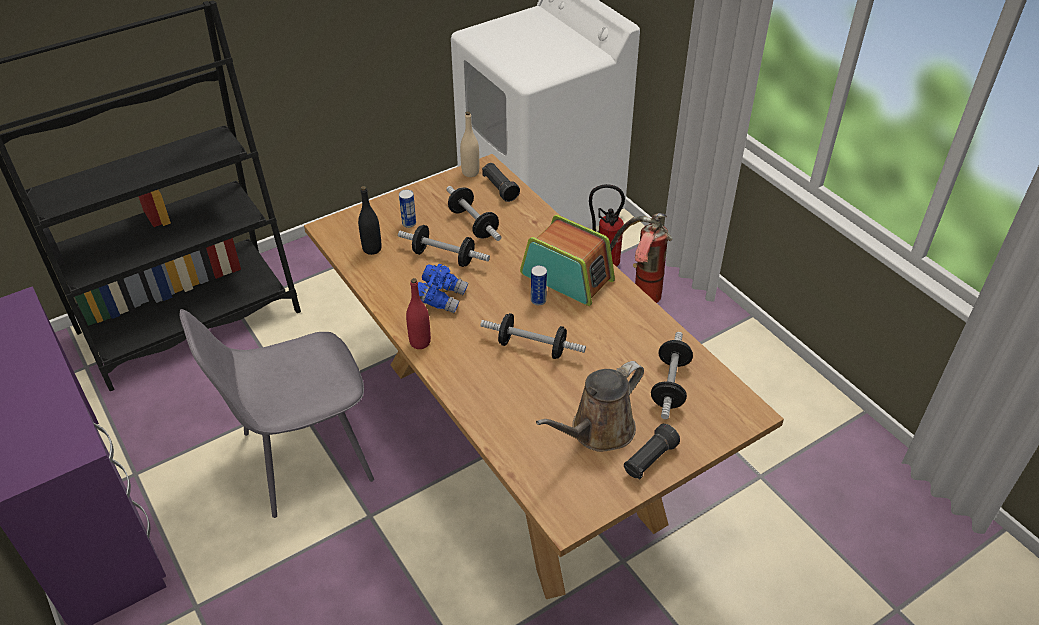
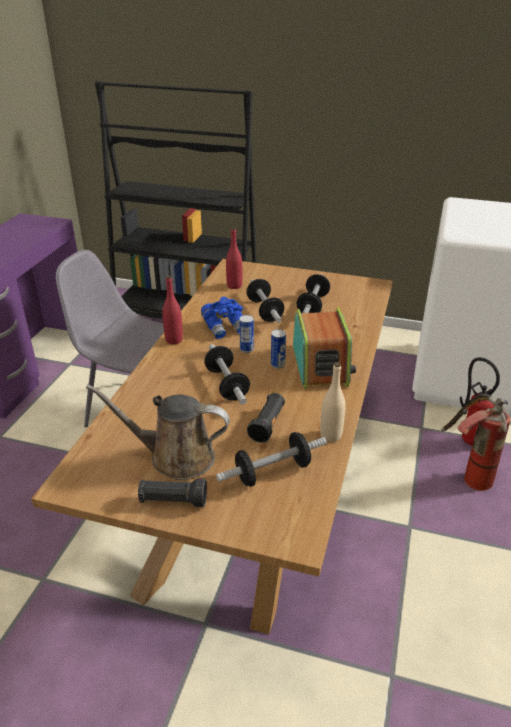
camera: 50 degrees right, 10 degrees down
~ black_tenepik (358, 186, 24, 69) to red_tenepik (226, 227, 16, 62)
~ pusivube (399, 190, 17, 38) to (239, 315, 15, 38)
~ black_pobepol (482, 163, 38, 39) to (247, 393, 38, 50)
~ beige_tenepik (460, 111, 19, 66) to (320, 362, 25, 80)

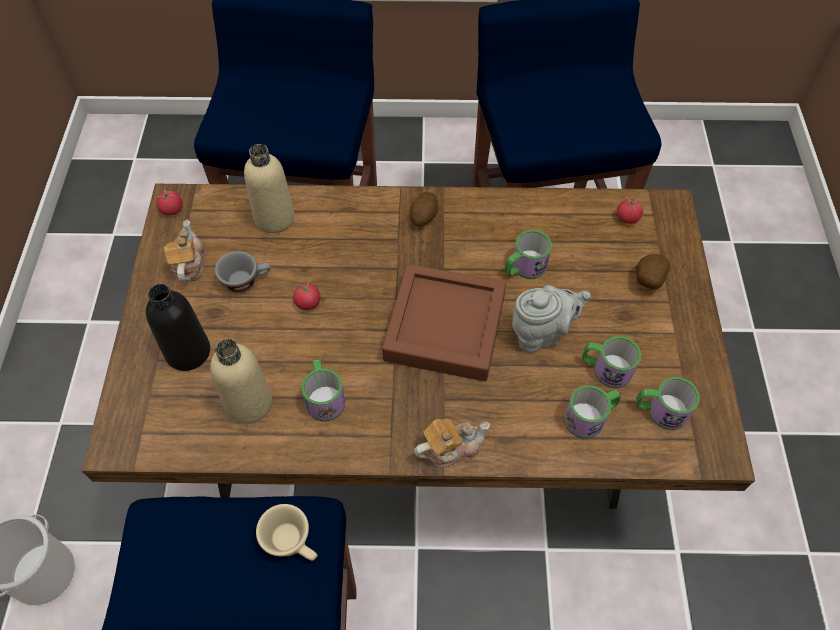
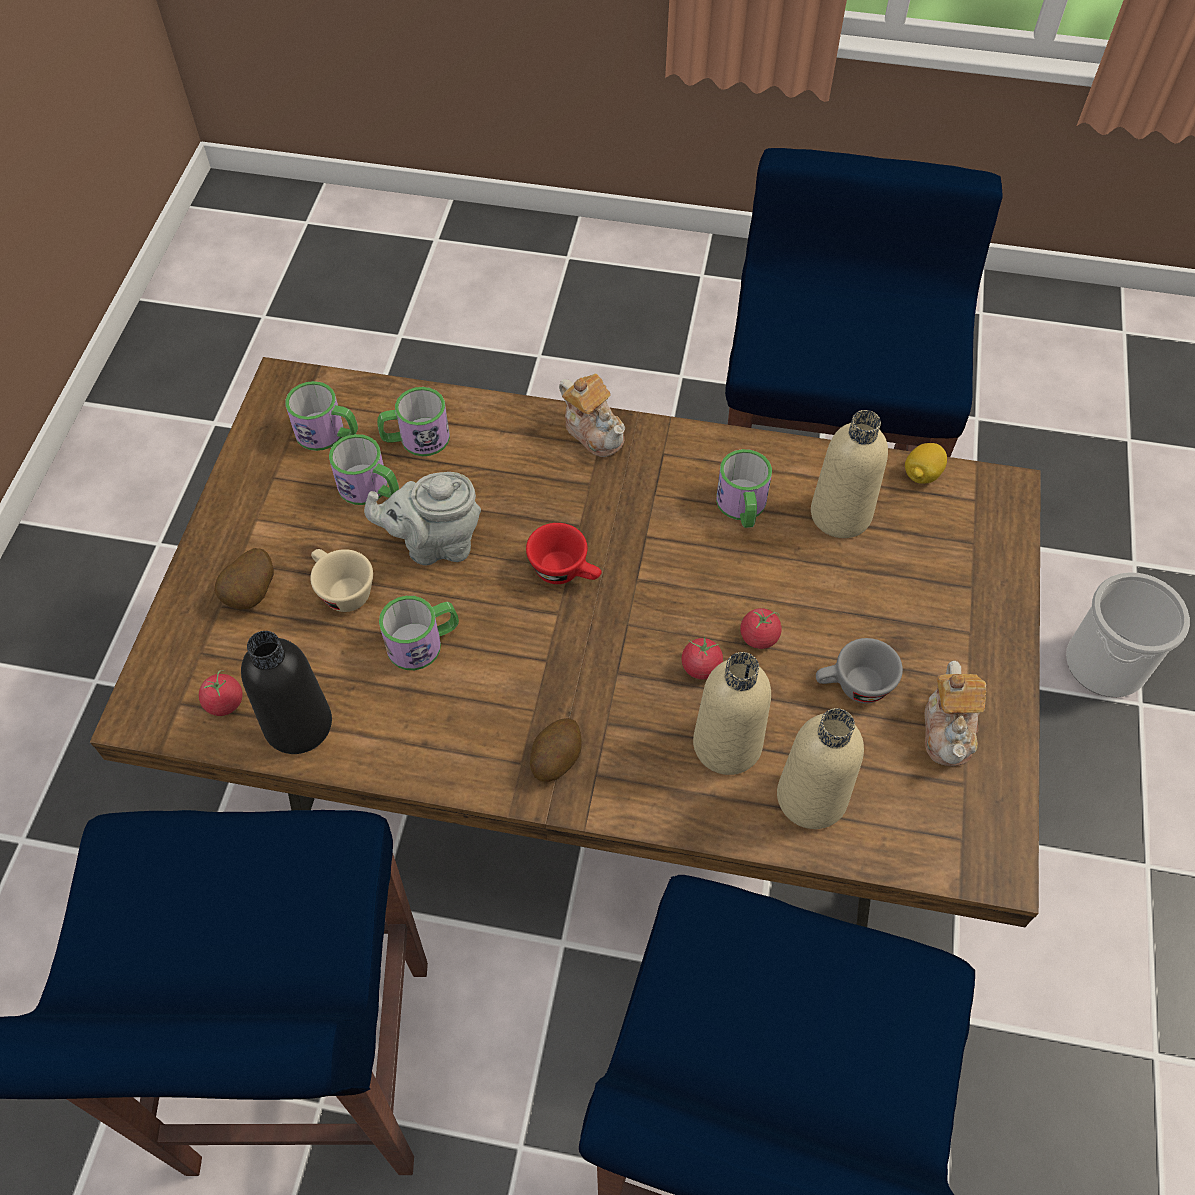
camera: 170 degrees left, 0 degrees up
~ black_tenepik (146, 284, 64, 87) to (241, 631, 91, 123)
~ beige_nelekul (256, 504, 62, 57) to (310, 549, 63, 63)
~ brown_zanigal (382, 264, 124, 117) to red_nelekul (526, 523, 76, 61)
~ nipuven (414, 419, 76, 49) = (559, 374, 66, 83) 120 degrees counterclockwise
~ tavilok (156, 189, 27, 27) to (682, 636, 41, 43)
+ beige_tenepik (693, 652, 78, 123)
+ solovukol (905, 443, 42, 41)

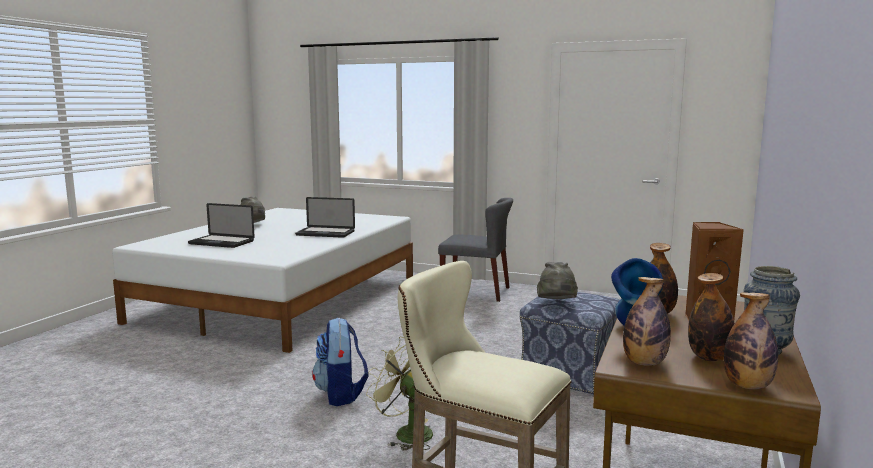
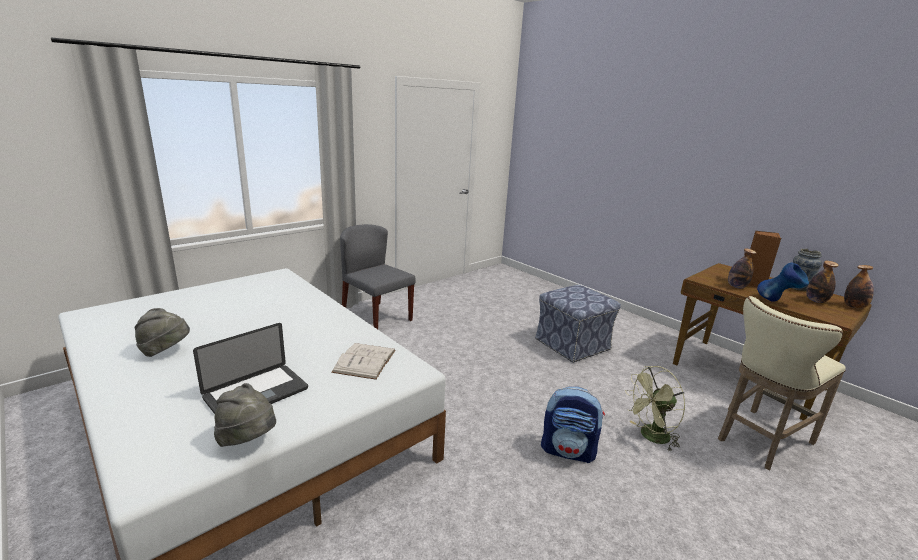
camera: 65 degrees left, 10 degrees up
~ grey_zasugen (537, 262, 41, 37) to (214, 383, 62, 64)
+ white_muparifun (331, 343, 64, 37)
~ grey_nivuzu (438, 198, 75, 104) = (340, 224, 76, 105) 90 degrees counterclockwise
- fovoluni (295, 197, 60, 41)
- tenepik (623, 277, 48, 89)

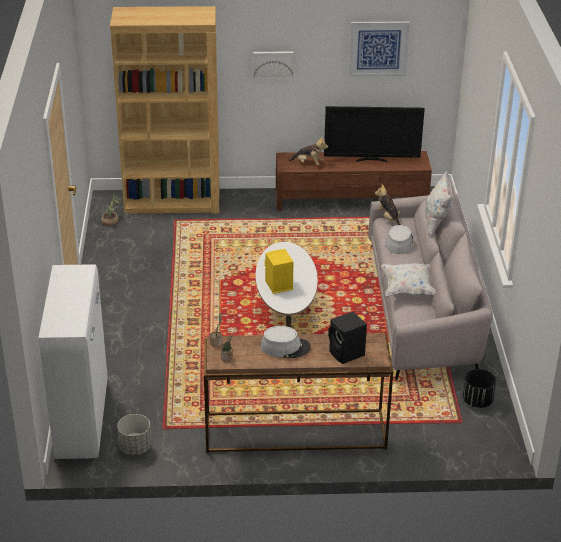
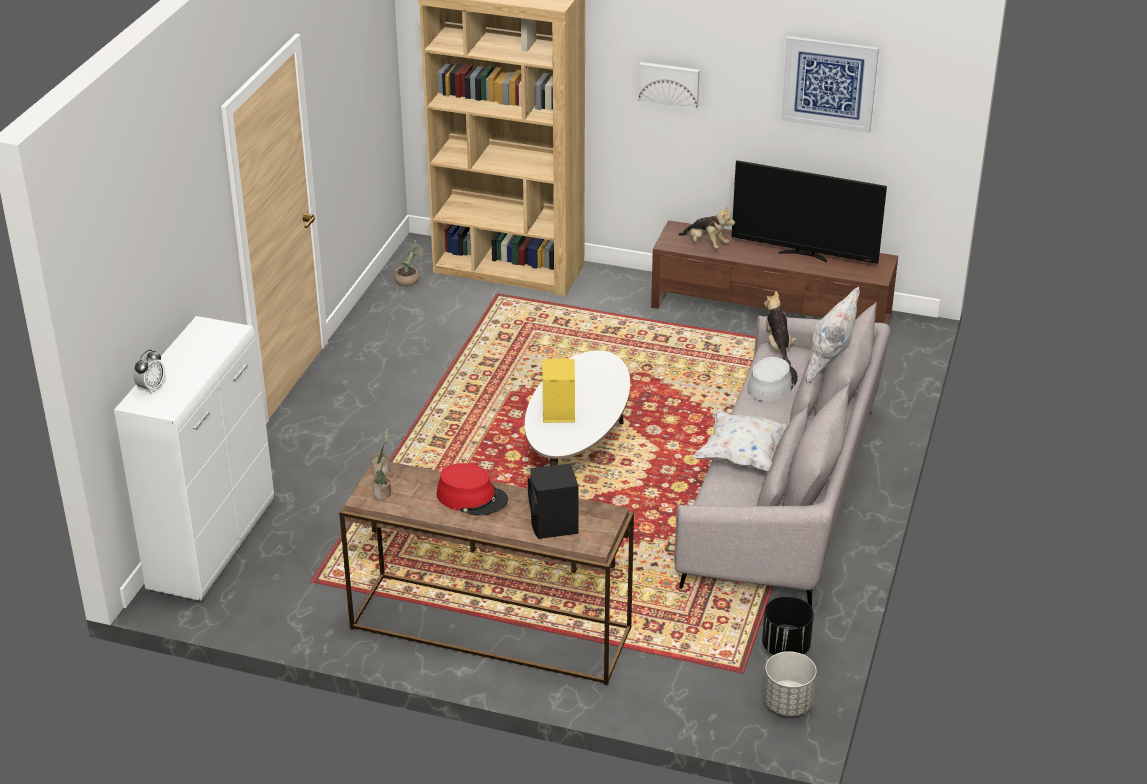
camera: 20 degrees right, 0 degrees up
+ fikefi (133, 350, 32, 44)
~ grey_zasugen (260, 326, 51, 32) to red_zasugen (437, 463, 71, 53)
~ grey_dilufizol (117, 414, 34, 41) to (763, 651, 54, 65)

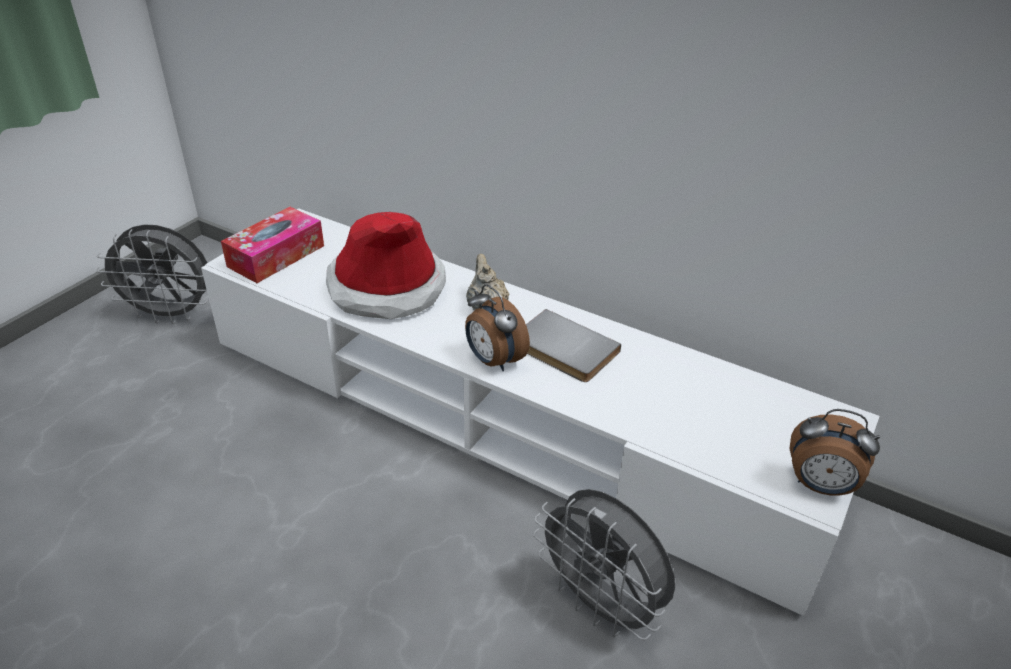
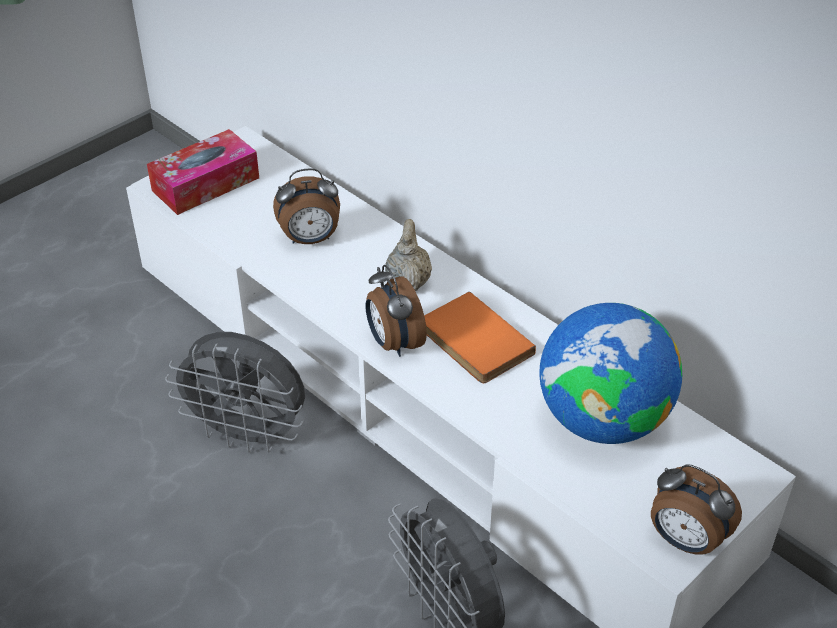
camera: 15 degrees right, 5 degrees up
~ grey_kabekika (96, 224, 112, 100) to (165, 332, 140, 120)
~ zasugen (326, 212, 120, 107) to fikefi (273, 169, 67, 75)
~ grey_muparifun (526, 309, 95, 73) to orange_muparifun (424, 292, 112, 91)
+ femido (540, 303, 142, 141)

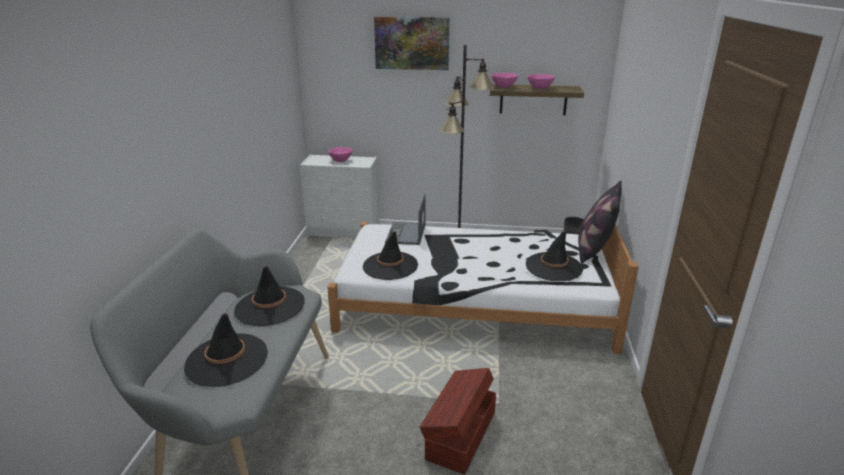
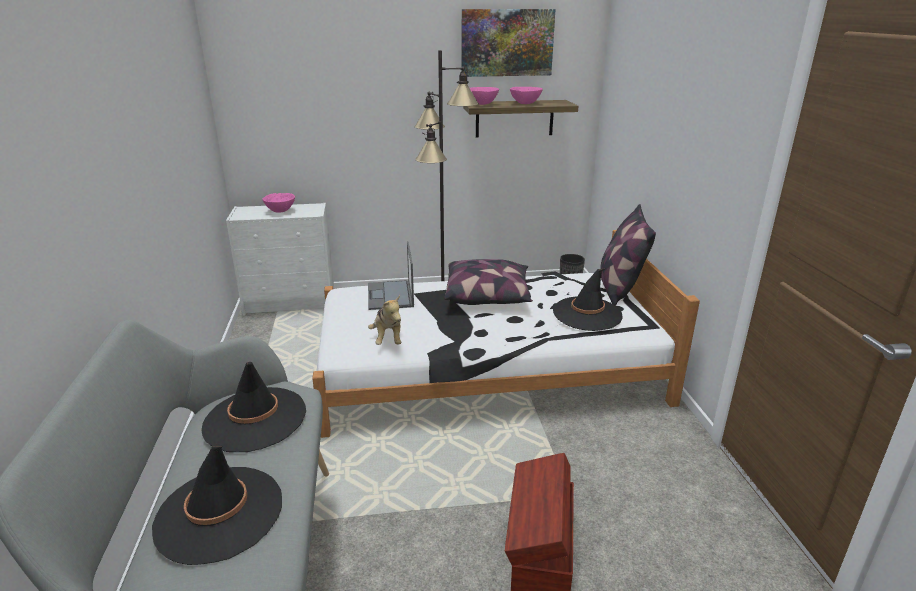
camera: 15 degrees left, 0 degrees up
~ black_zasugen (363, 231, 55, 49) to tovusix (368, 295, 33, 50)
+ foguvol (444, 259, 89, 46)
~ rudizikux (374, 17, 76, 53) to (462, 9, 94, 68)

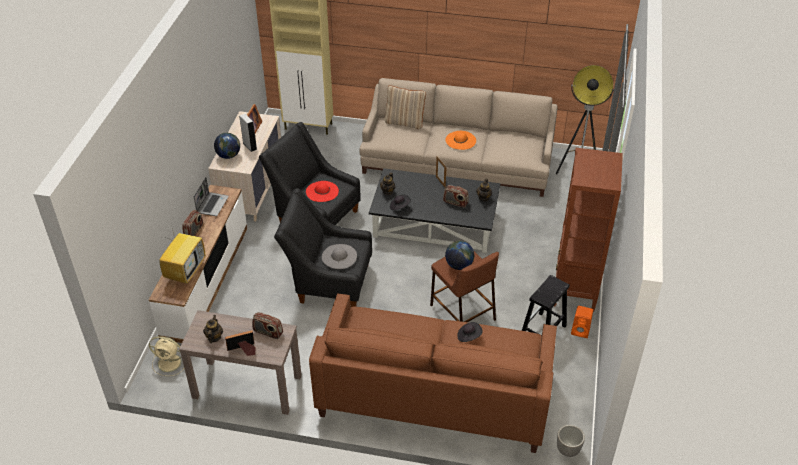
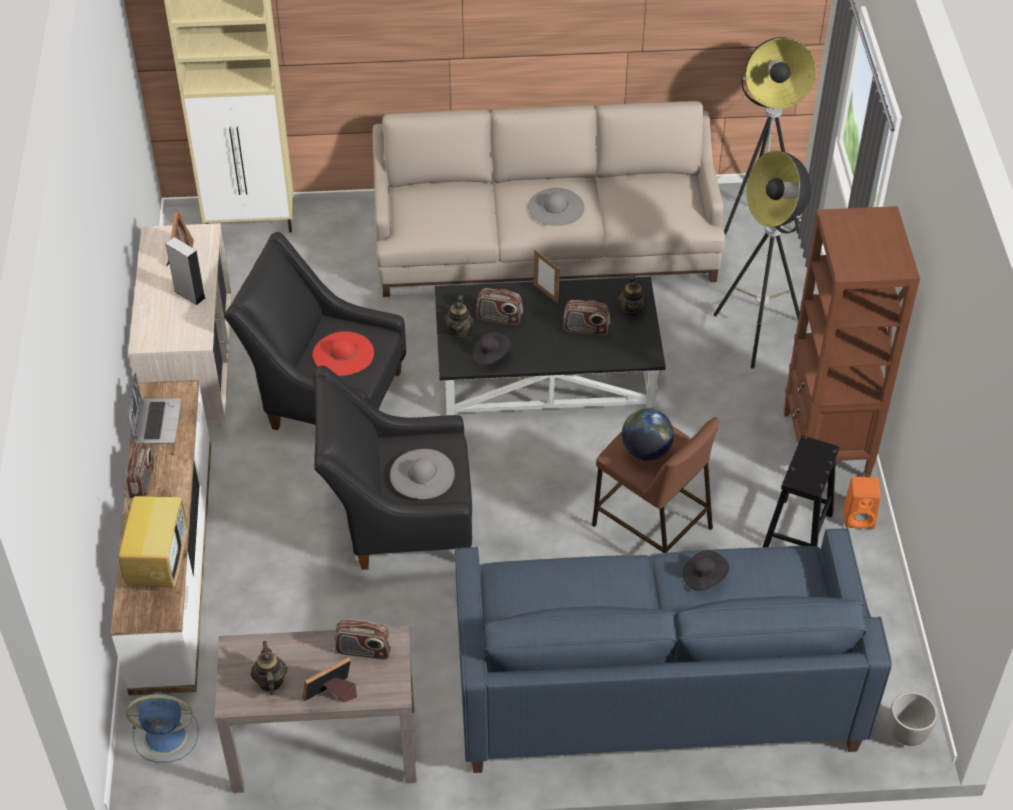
camera: 15 degrees left, 5 degrees up
~ beige_kabekika (149, 336, 35, 40) to blue_kabekika (126, 692, 72, 71)
~ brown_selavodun (309, 293, 248, 160) to blue_selavodun (455, 528, 437, 245)
+ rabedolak (476, 288, 47, 37)
~ orange_zasugen (446, 131, 30, 19) to grey_zasugen (528, 188, 56, 38)
+ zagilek (713, 150, 98, 219)
- femido (214, 133, 26, 26)
- beige_foguvol (385, 85, 41, 44)

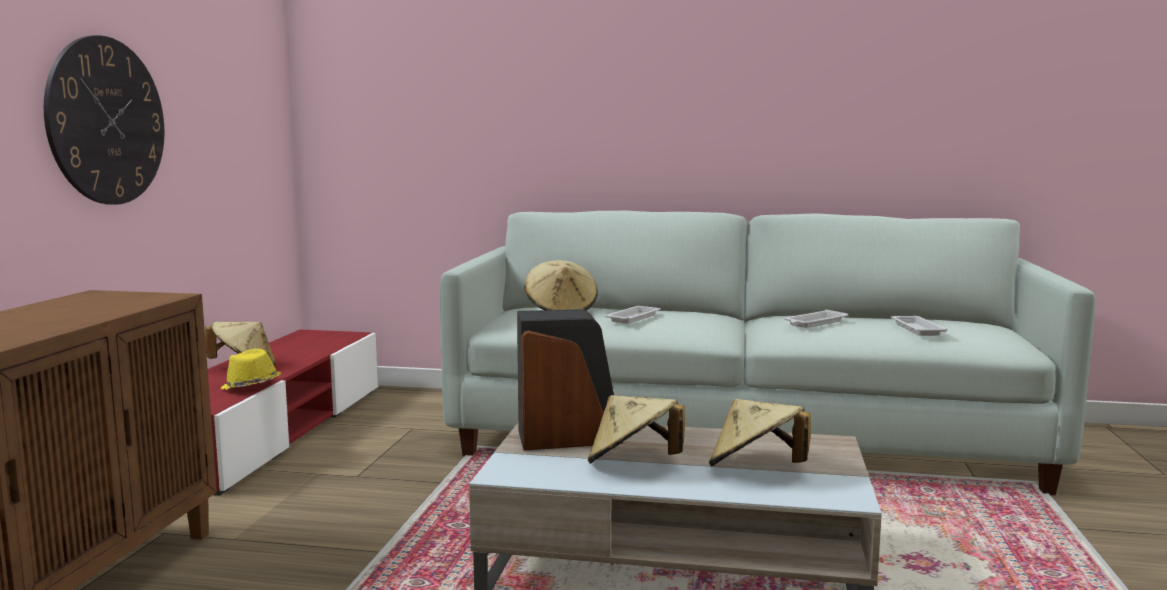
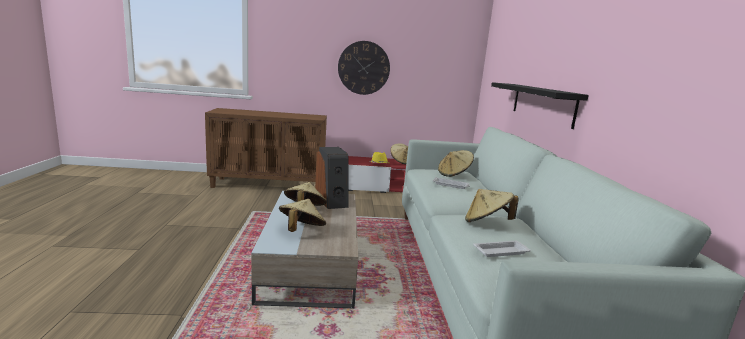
camera: 75 degrees right, 5 degrees up
~ white_zanigal (784, 310, 64, 18) to beige_zasugen (465, 189, 54, 33)
+ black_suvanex (491, 82, 98, 47)

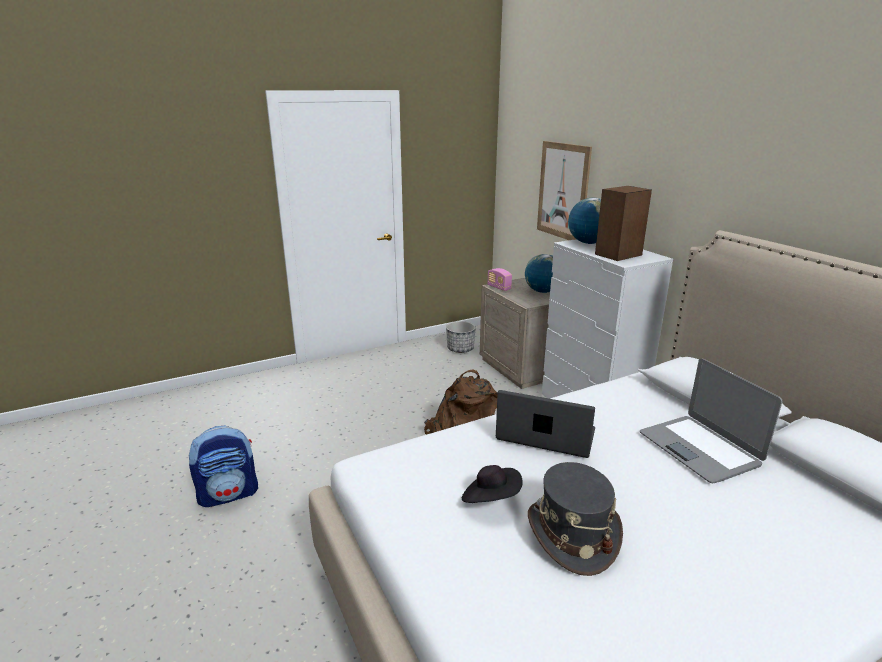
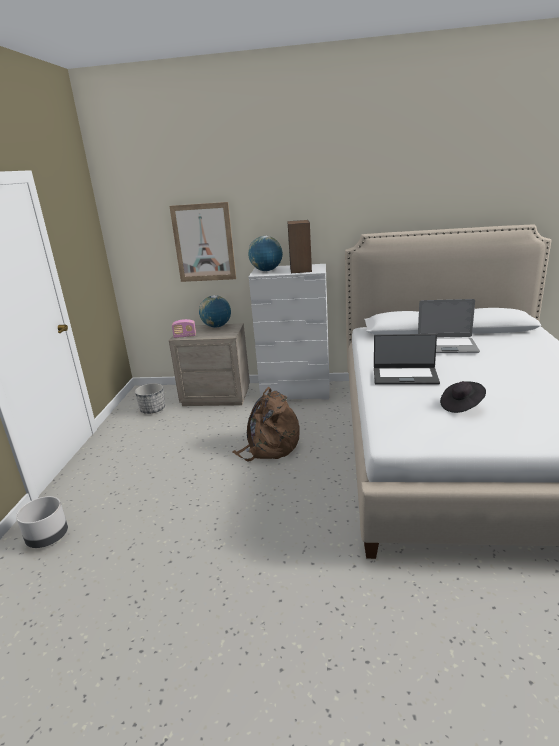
camera: 55 degrees left, 0 degrees up
+ grey_dilufizol (16, 496, 52, 52)
~ fovoluni (496, 390, 99, 68) = (374, 334, 66, 51) 135 degrees counterclockwise
- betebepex (188, 426, 70, 81)
- grey_zasugen (528, 462, 95, 114)

